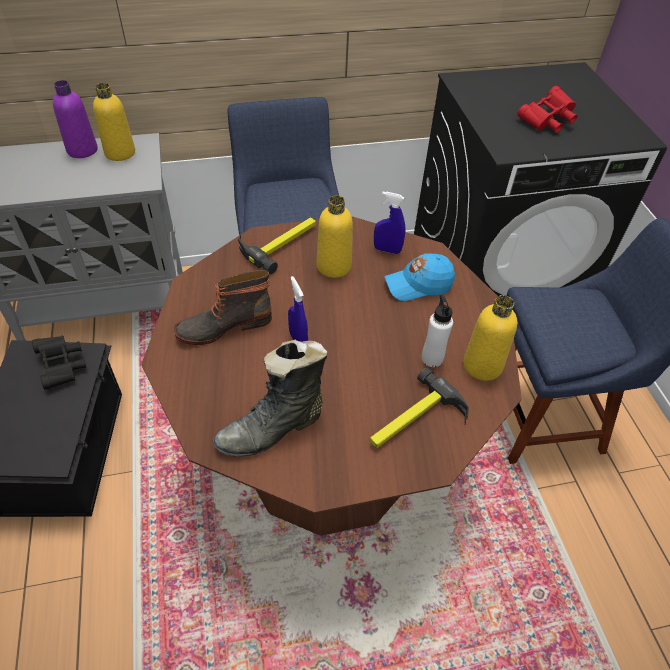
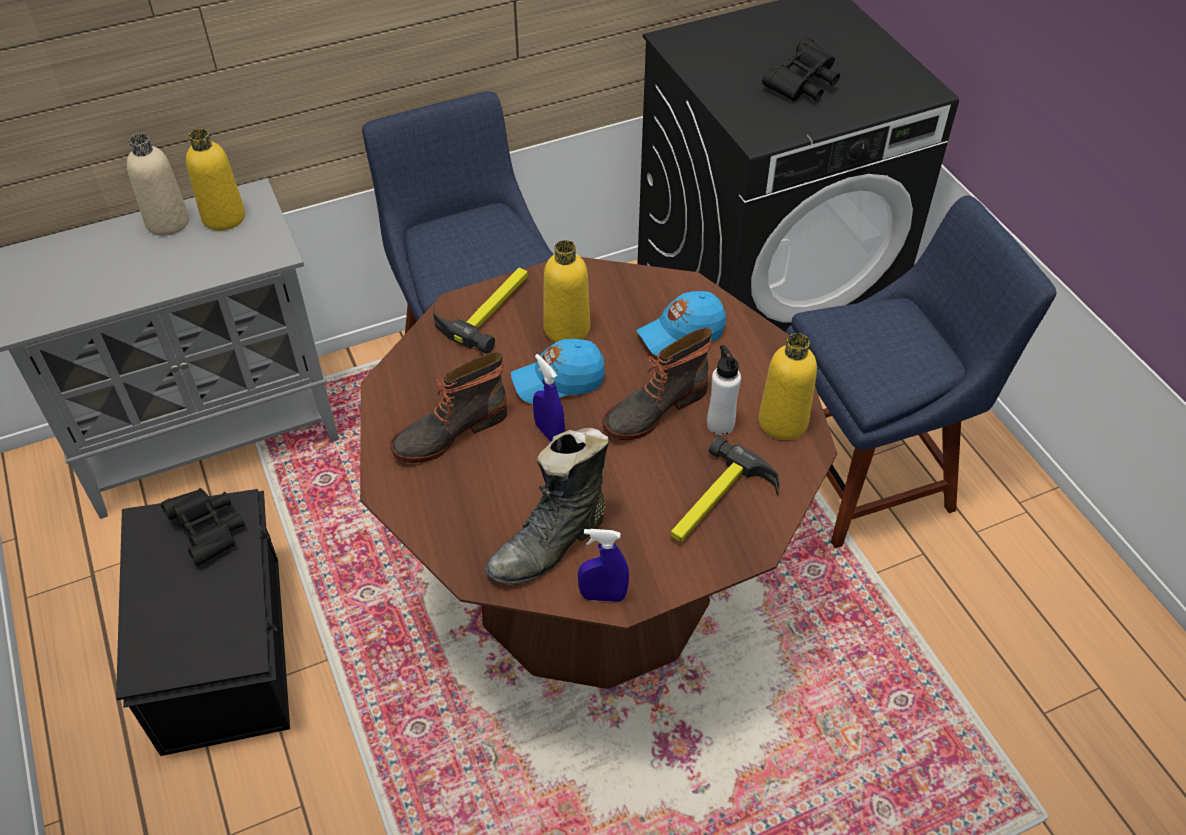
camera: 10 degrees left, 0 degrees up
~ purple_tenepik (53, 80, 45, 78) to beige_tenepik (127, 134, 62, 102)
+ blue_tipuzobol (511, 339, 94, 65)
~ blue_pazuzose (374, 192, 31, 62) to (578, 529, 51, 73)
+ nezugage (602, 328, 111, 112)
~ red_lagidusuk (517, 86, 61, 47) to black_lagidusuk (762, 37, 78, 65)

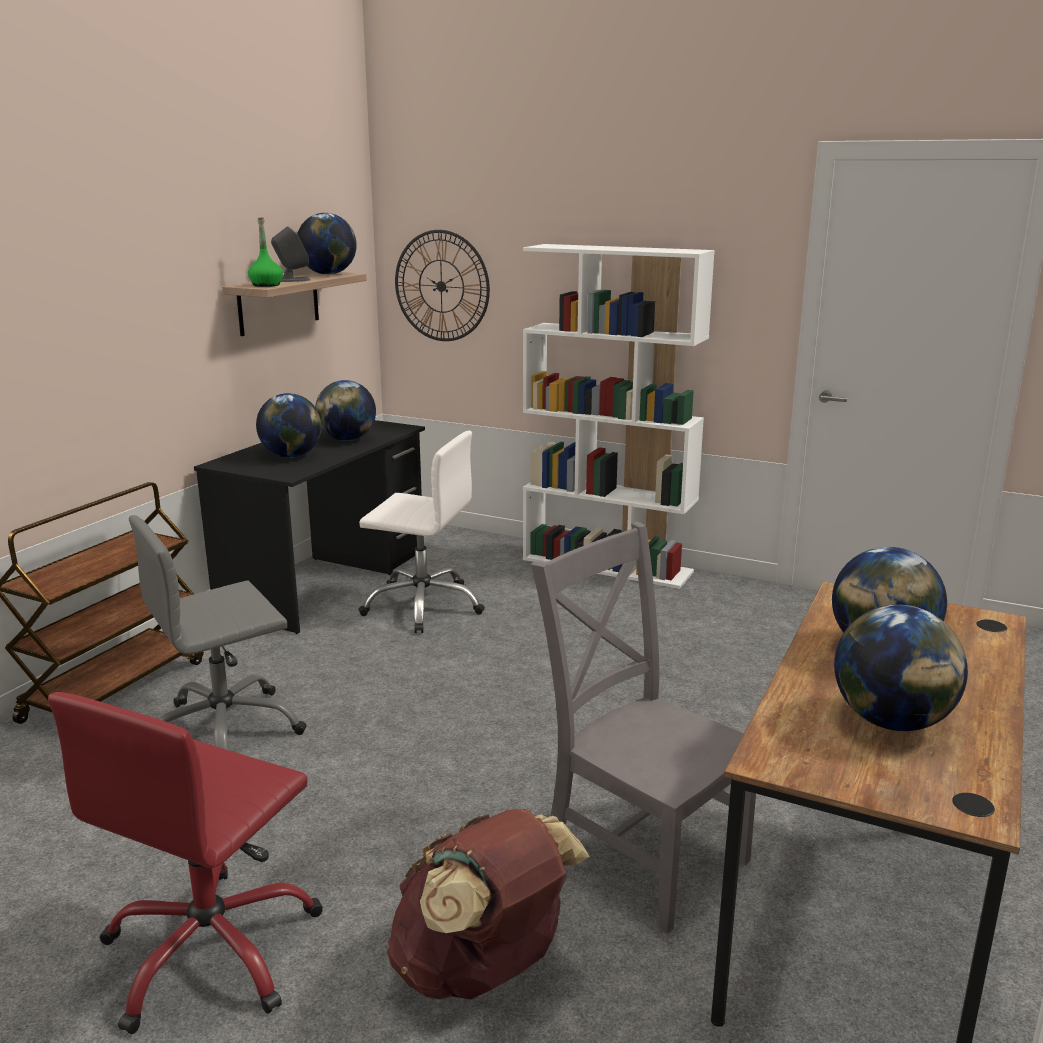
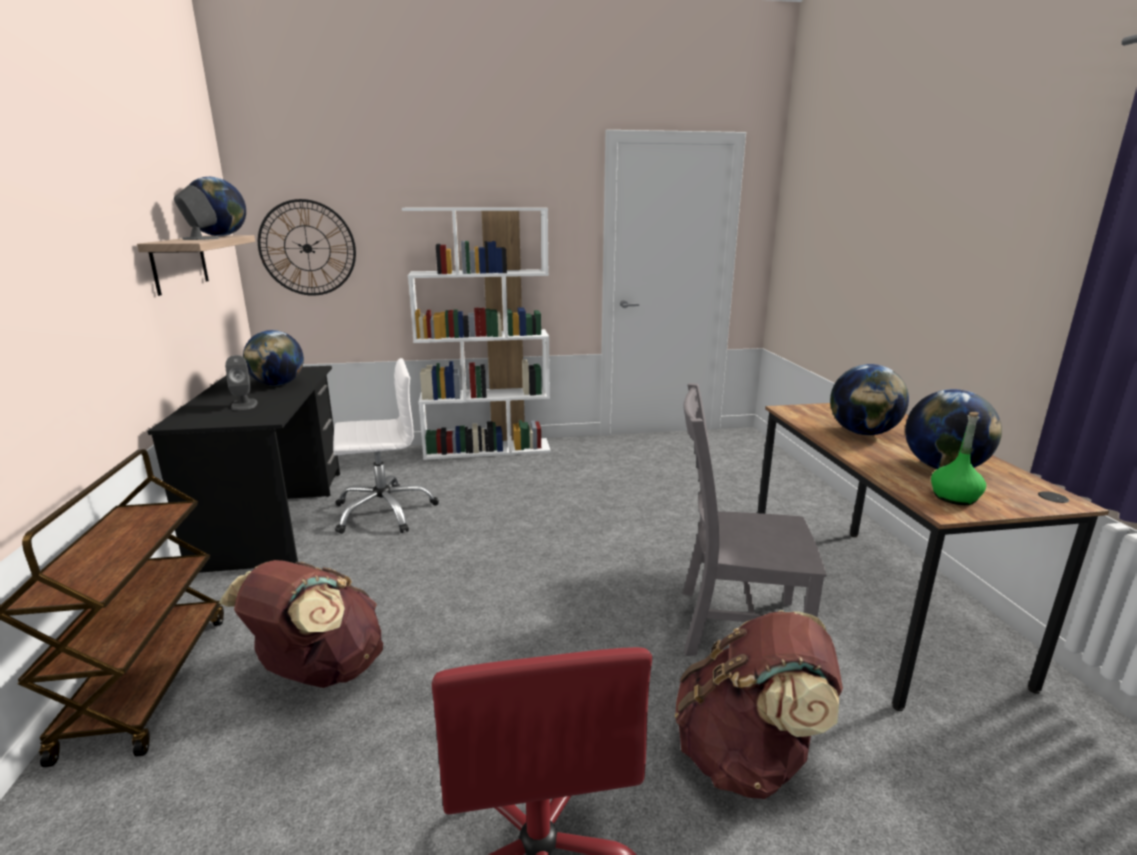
camera: 35 degrees left, 0 degrees up
~ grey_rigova (129, 515, 178, 235) to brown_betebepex (219, 560, 164, 128)
~ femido (256, 393, 65, 65) to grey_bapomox (225, 355, 32, 55)
~ green_tenepik (248, 217, 35, 70) to (931, 412, 55, 93)

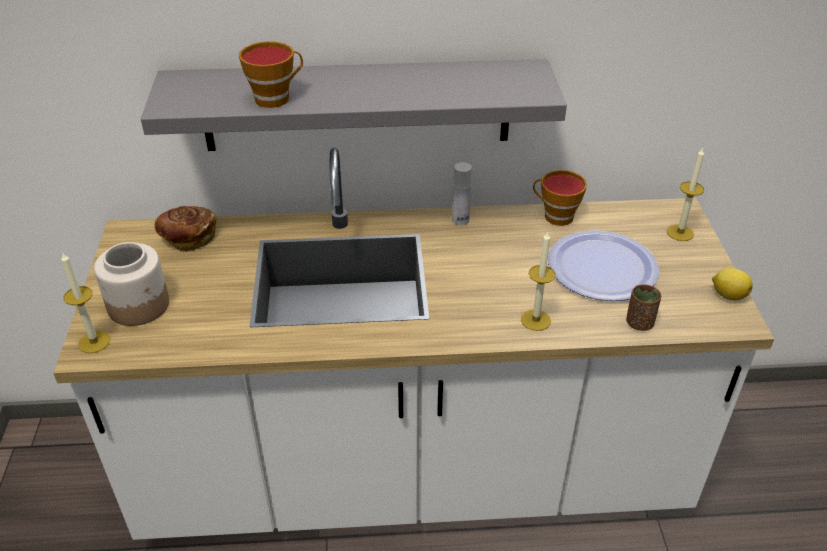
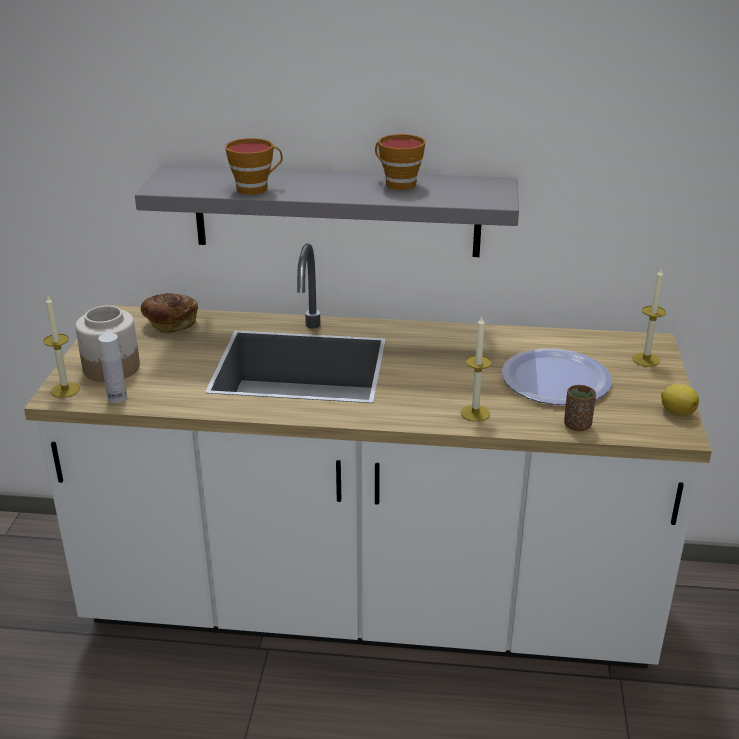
camera: 10 degrees right, 10 degrees down
~ white_tenepik (452, 162, 20, 63) to (98, 333, 29, 70)
~ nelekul (533, 170, 54, 56) to (375, 134, 51, 56)

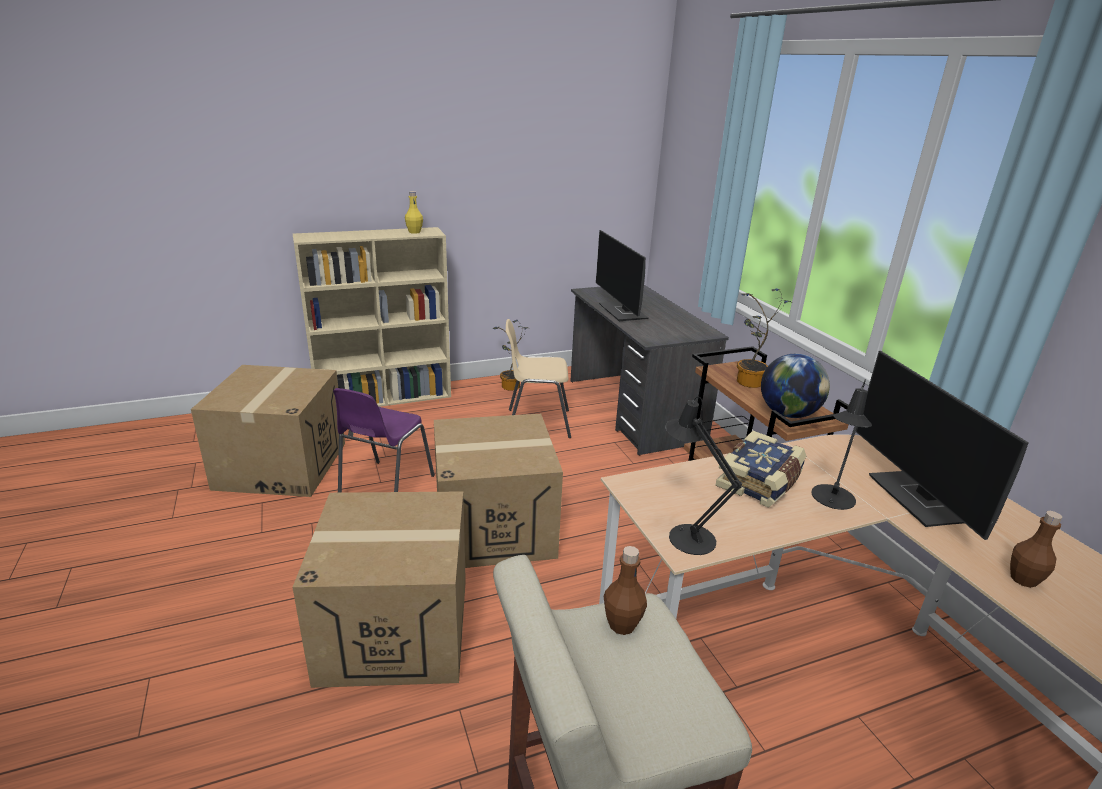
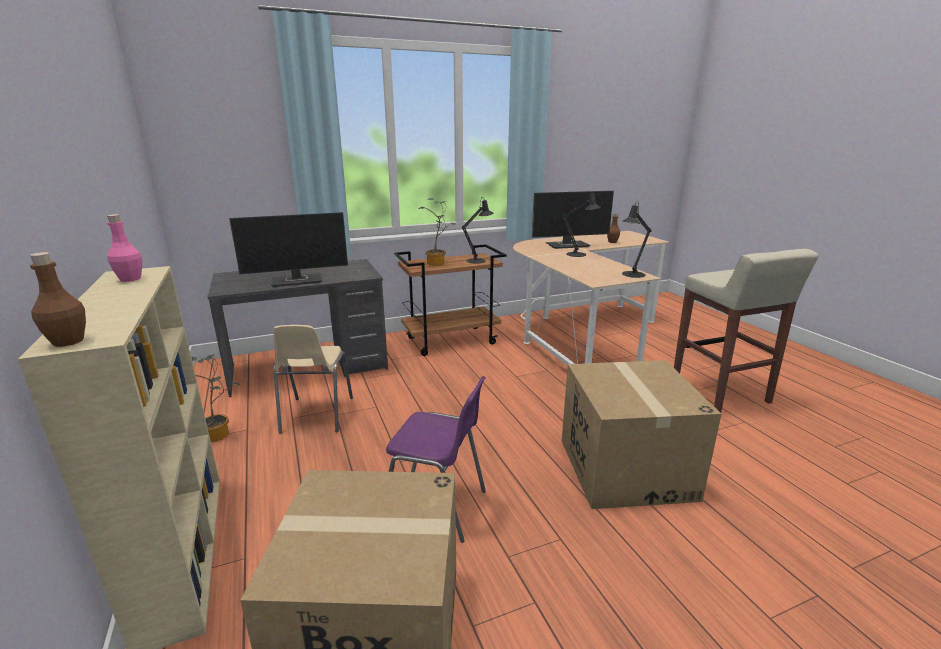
camera: 90 degrees left, 5 degrees down
~ brown_tenepik (604, 546, 43, 89) to (30, 252, 56, 95)
~ yellow_tenepik (405, 191, 18, 43) to pink_tenepik (107, 214, 35, 68)
~ femido (761, 354, 69, 64) to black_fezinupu (462, 199, 31, 64)
- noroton (434, 414, 129, 154)
- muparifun (716, 431, 90, 77)

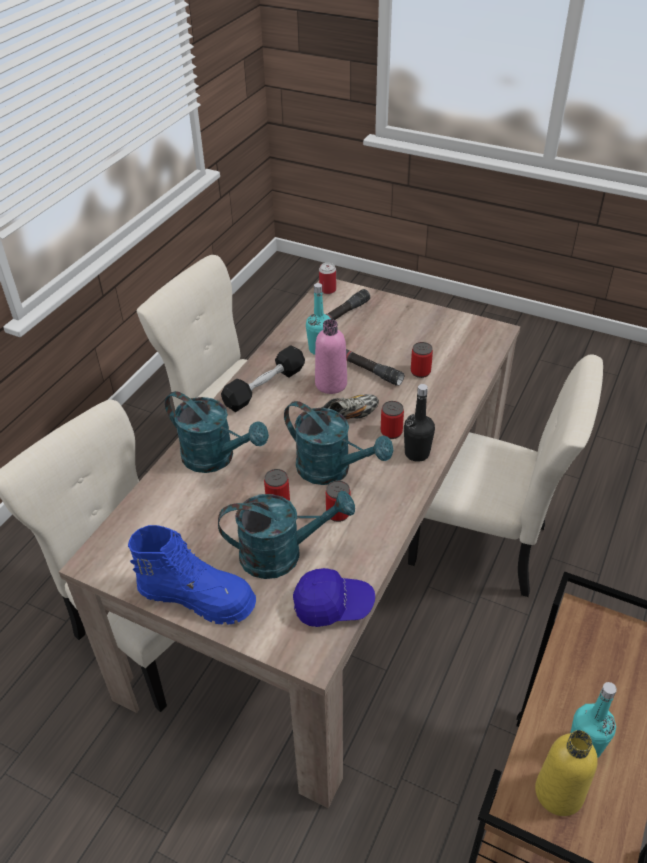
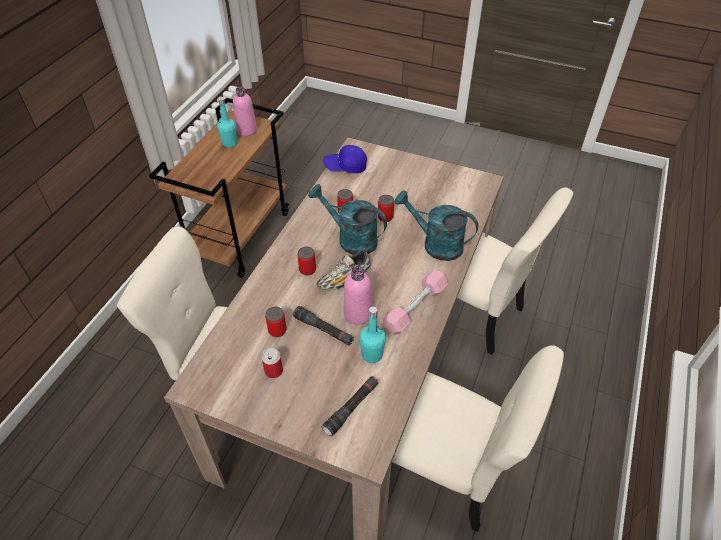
camera: 175 degrees right, 5 degrees up
~ yellow_tenepik (535, 730, 63, 86) to pink_tenepik (233, 87, 24, 49)
~ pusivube (319, 263, 17, 31) to (262, 348, 21, 30)
~ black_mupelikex (221, 346, 84, 66) to pink_mupelikex (383, 269, 65, 66)
- blue_nezugage (128, 525, 128, 100)
- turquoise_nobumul (218, 491, 137, 88)
- black_tenepik (404, 384, 31, 78)

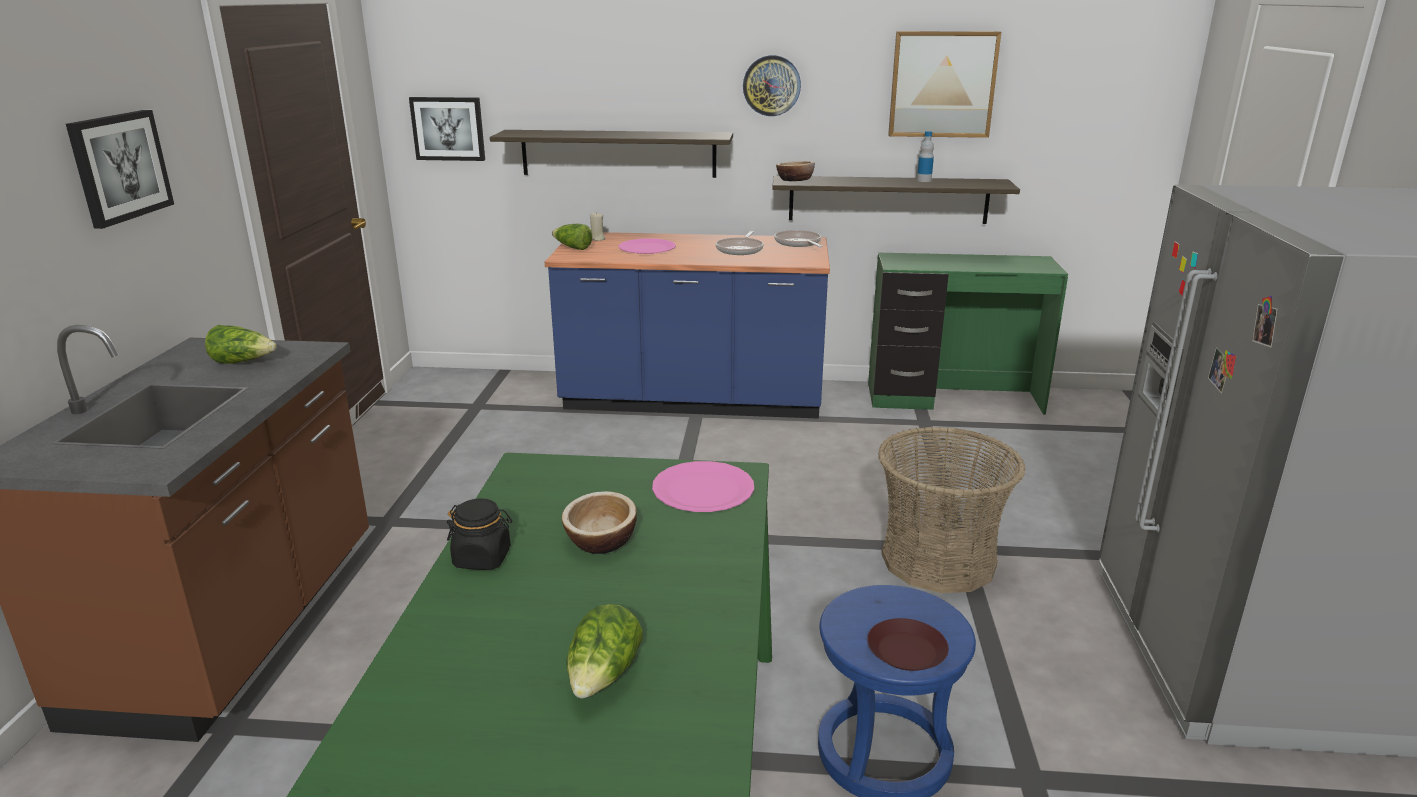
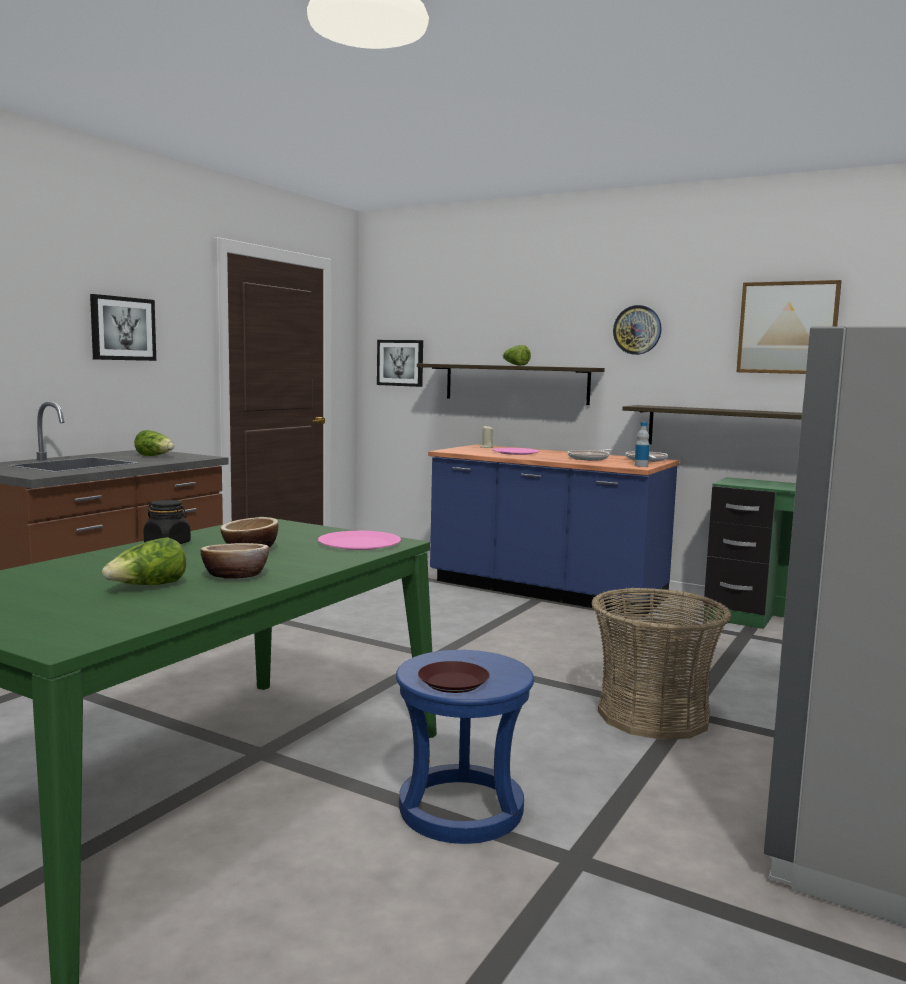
camera: 25 degrees right, 15 degrees down
~ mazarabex (776, 161, 39, 20) to (200, 543, 69, 36)
~ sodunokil (552, 224, 40, 26) to (502, 345, 29, 21)
~ tenepik (917, 131, 17, 51) to (635, 422, 14, 45)

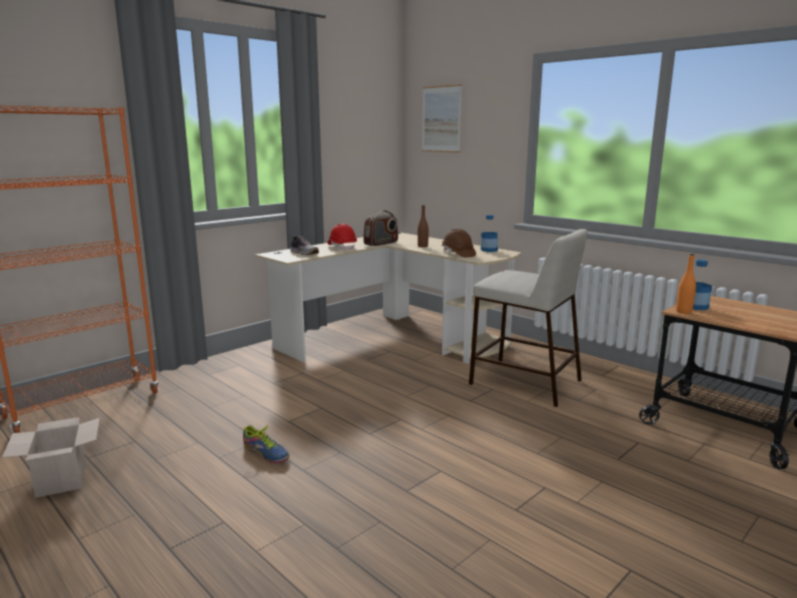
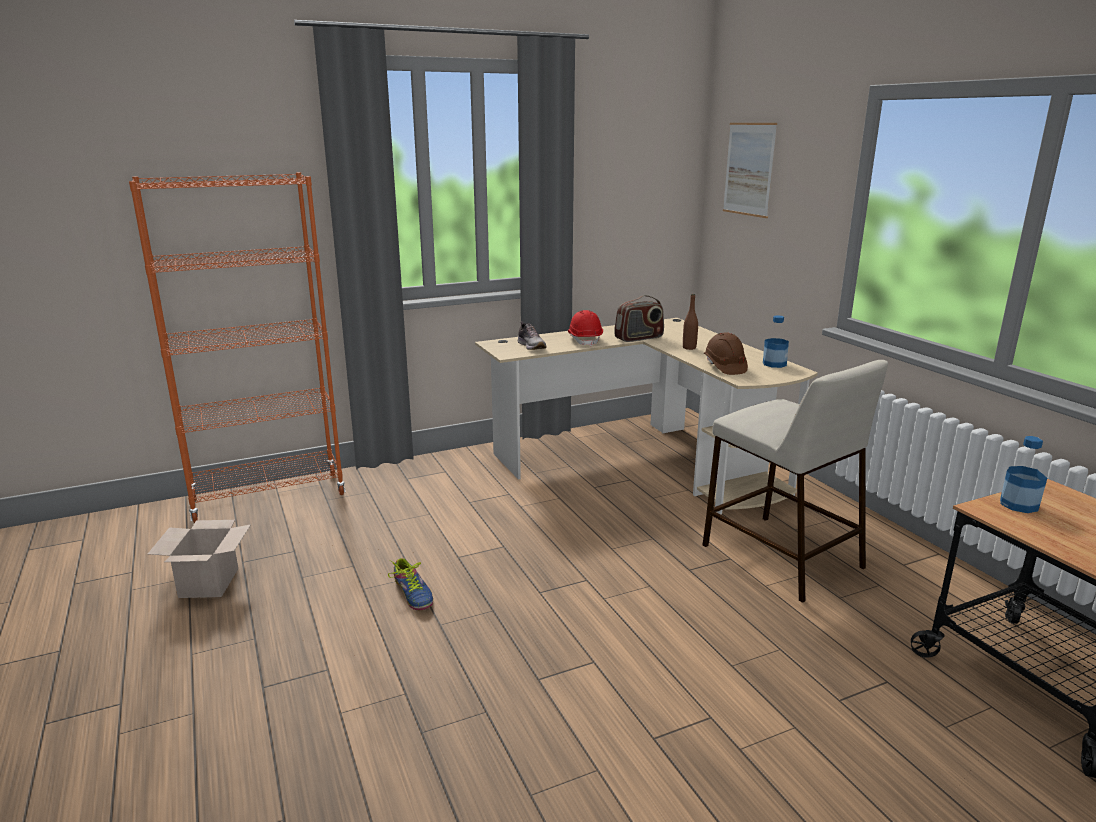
camera: 20 degrees right, 5 degrees up
- orange_tenepik (676, 254, 20, 60)

